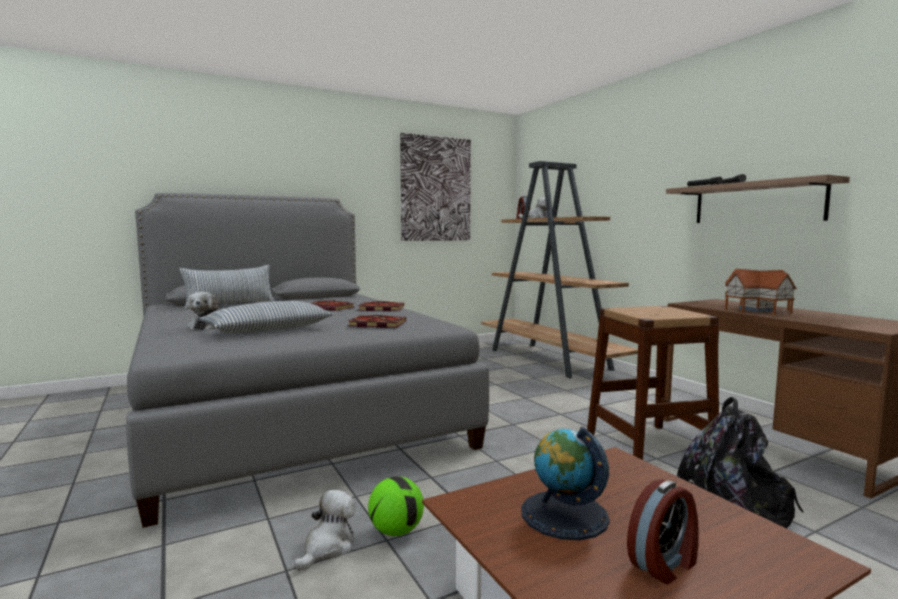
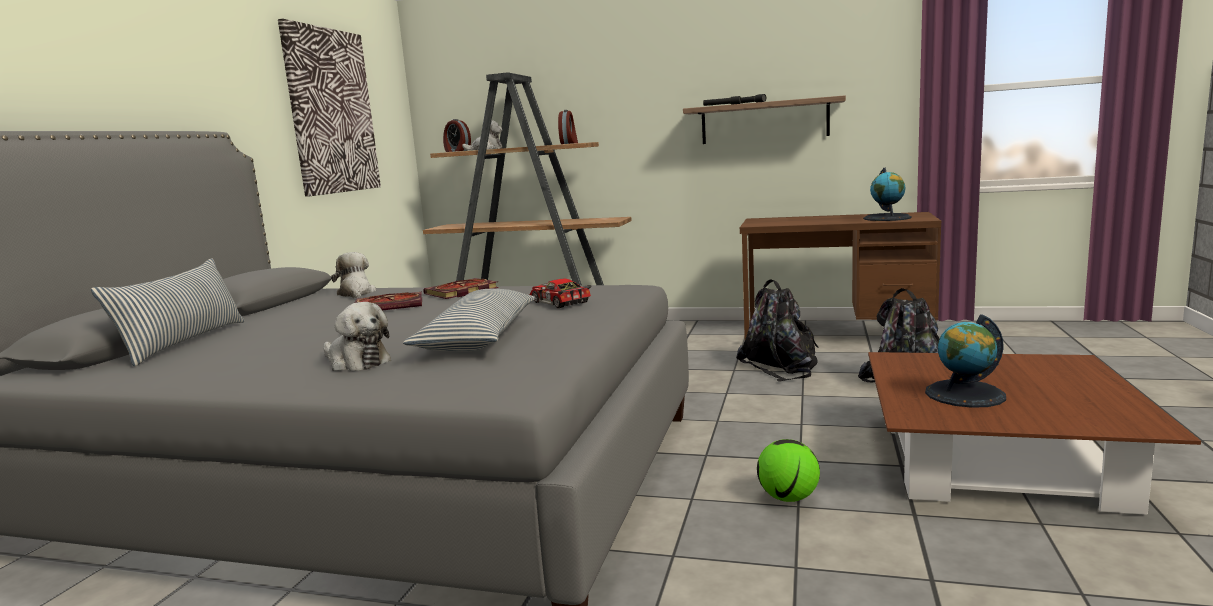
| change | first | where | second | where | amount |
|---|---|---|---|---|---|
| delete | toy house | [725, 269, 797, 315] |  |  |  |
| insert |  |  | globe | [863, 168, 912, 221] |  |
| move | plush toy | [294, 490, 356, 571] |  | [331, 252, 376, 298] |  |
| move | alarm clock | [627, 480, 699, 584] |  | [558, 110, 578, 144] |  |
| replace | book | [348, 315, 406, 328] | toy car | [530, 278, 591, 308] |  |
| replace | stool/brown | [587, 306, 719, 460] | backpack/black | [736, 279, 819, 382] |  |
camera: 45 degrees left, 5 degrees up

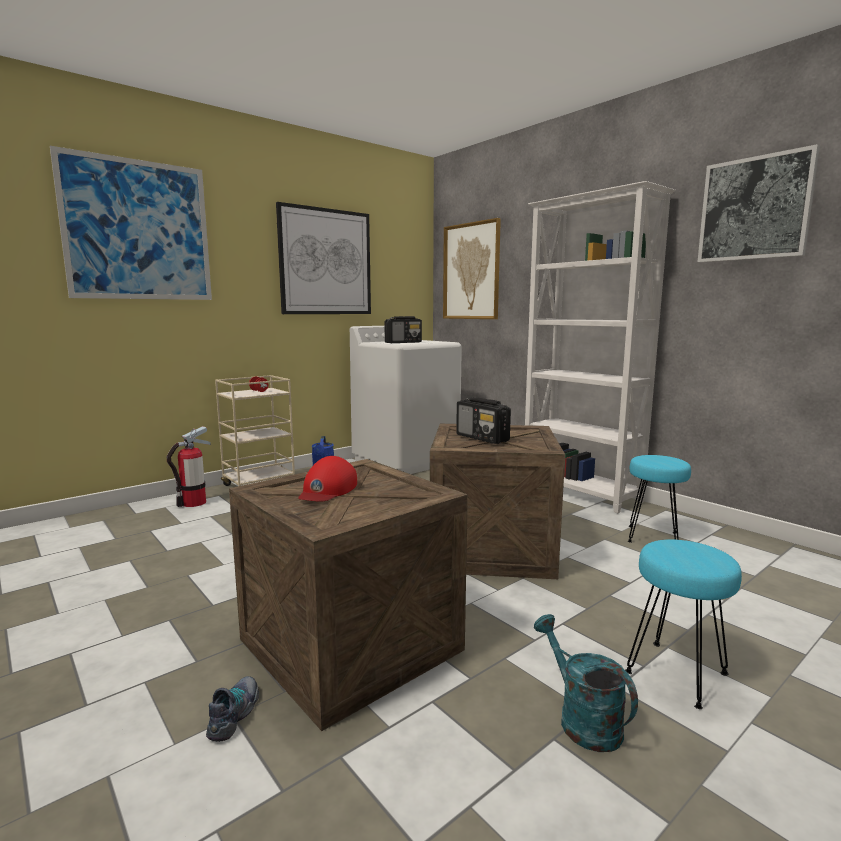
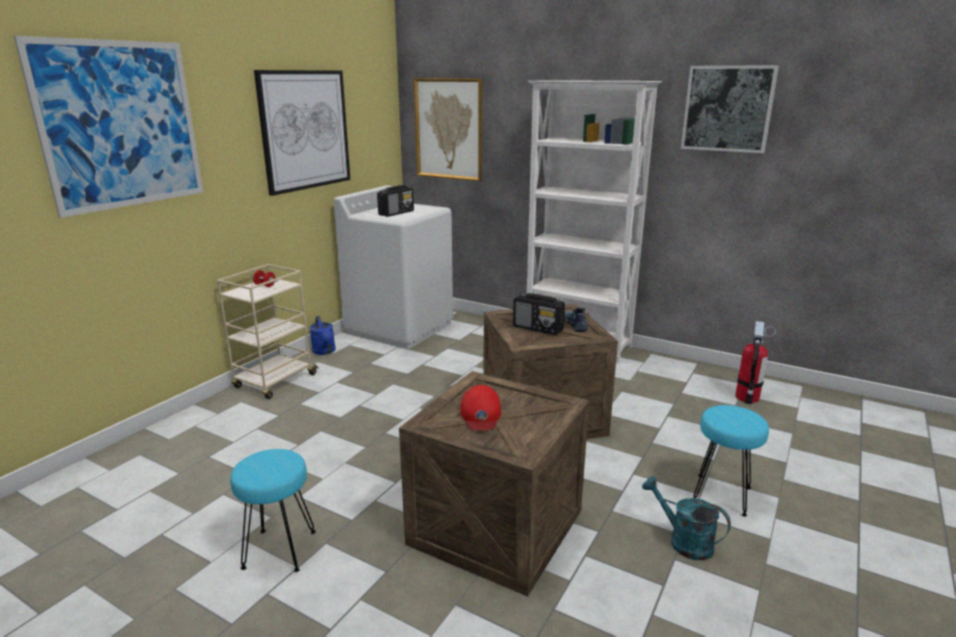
| change | first | where | second | where | amount |
|---|---|---|---|---|---|
| move | fire extinguisher | [167, 426, 211, 507] |  | [735, 321, 776, 405] |  |
| move | shoe | [206, 676, 259, 742] |  | [564, 308, 588, 332] |  |
| move | stool/turquoise | [628, 455, 691, 543] |  | [230, 449, 316, 572] |  |
camera: 20 degrees left, 10 degrees up

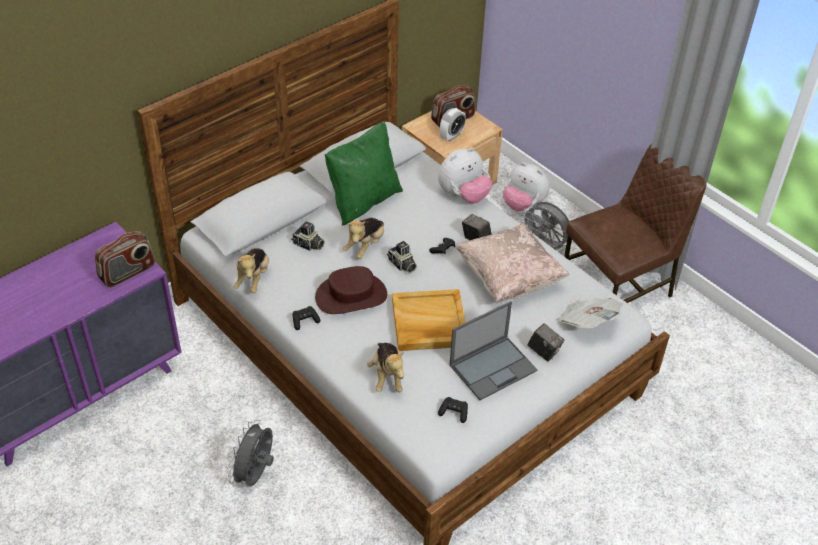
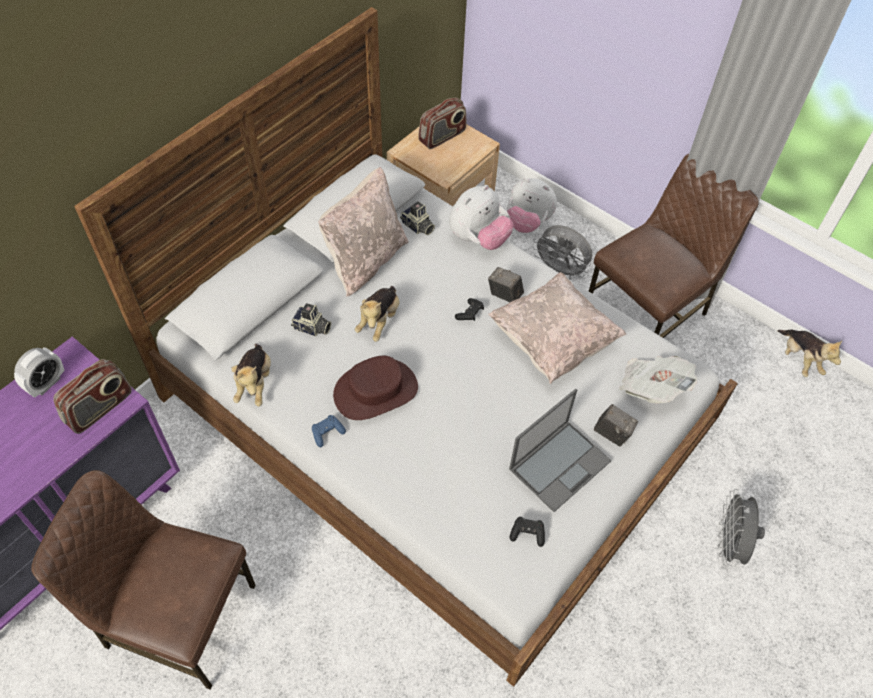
| change | first | where | second | where | amount |
|---|---|---|---|---|---|
| delete | tray/beige | [392, 289, 466, 351] |  |  |  |
| insert |  |  | chair/brown | [31, 470, 256, 690] |  |
| move | fan/grey | [228, 419, 274, 487] |  | [718, 489, 765, 567] |  |
| move | plush toy | [367, 343, 404, 392] |  | [777, 330, 842, 377] |  |
| move | photo camera | [387, 241, 417, 273] |  | [400, 201, 435, 235] |  |
| move | alarm clock | [440, 108, 466, 142] |  | [14, 347, 65, 398] |  |
| recolor | game controller/black | [292, 306, 320, 330] | game controller/blue | [312, 415, 346, 447] |  |
| recolor | pillow/green | [325, 122, 403, 225] | pillow/beige | [318, 167, 409, 297] |  |
camera: 10 degrees left, 10 degrees up

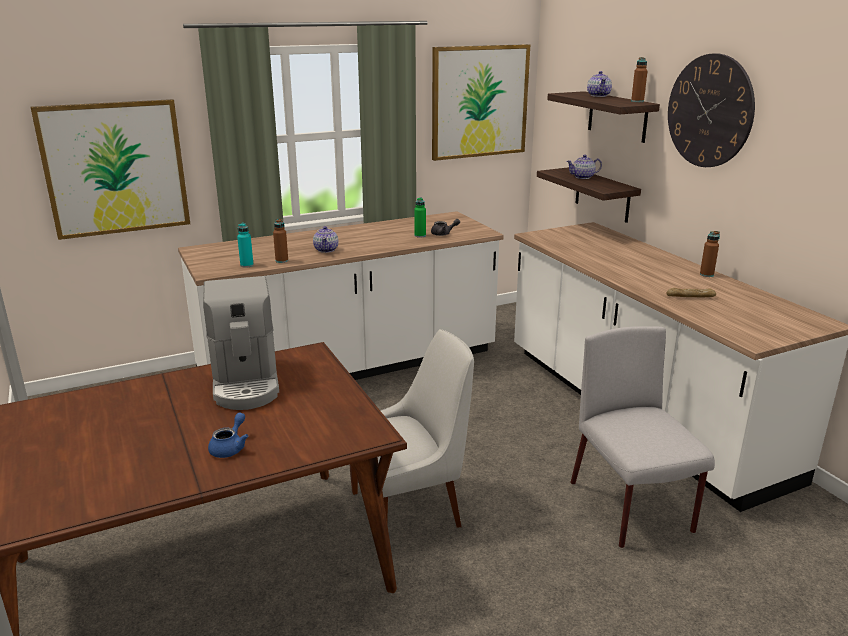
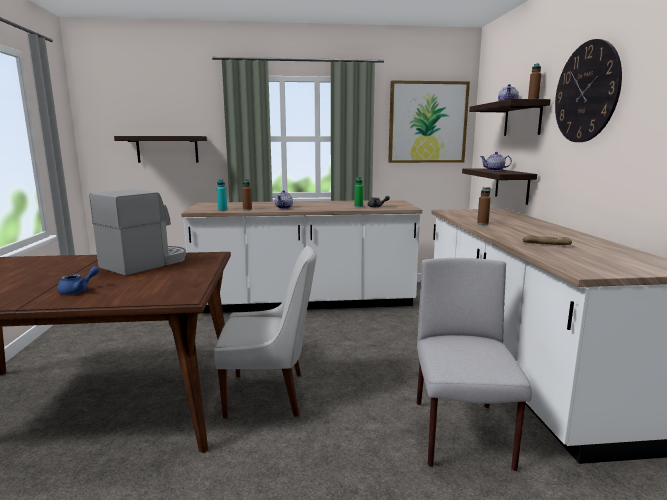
| change | first | where | second | where | amount |
|---|---|---|---|---|---|
| move | bottle/brown | [700, 231, 720, 277] |  | [477, 187, 491, 225] |  |
| replace | picture | [31, 99, 190, 240] | shelf | [114, 136, 207, 163] |  |
| rotate | coffee machine | [203, 276, 279, 410] |  | [89, 189, 186, 276] | 150 degrees counterclockwise |
camera: 20 degrees right, 10 degrees down

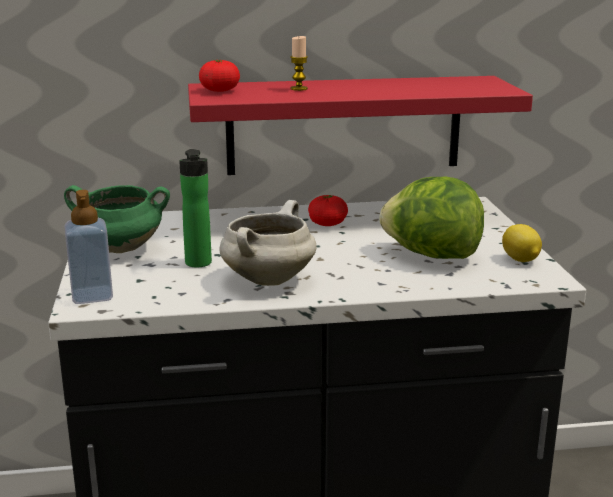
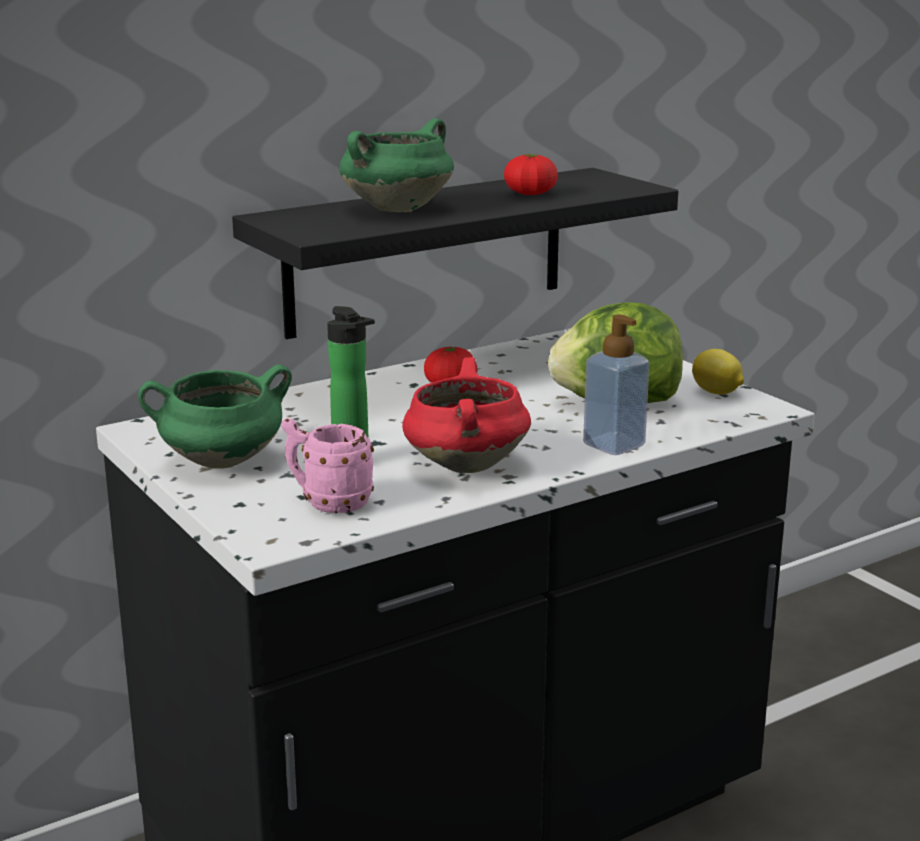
| change | first | where | second | where | amount |
|---|---|---|---|---|---|
| insert |  |  | mug/pink | [281, 418, 374, 513] |  |
| move | soap dispenser | [65, 190, 113, 304] |  | [583, 315, 650, 455] |  |
| move | tomato | [199, 59, 240, 92] |  | [504, 154, 558, 195] |  |
| replace | candle | [290, 36, 308, 91] | cooking pot/green | [340, 119, 454, 212] |  |
| recolor | shelf/red | [188, 76, 533, 175] | shelf/black | [232, 168, 678, 339] |  |
| recolor | cooking pot/white | [219, 200, 317, 286] | cooking pot/red | [402, 357, 531, 473] |  |
camera: 25 degrees left, 0 degrees up

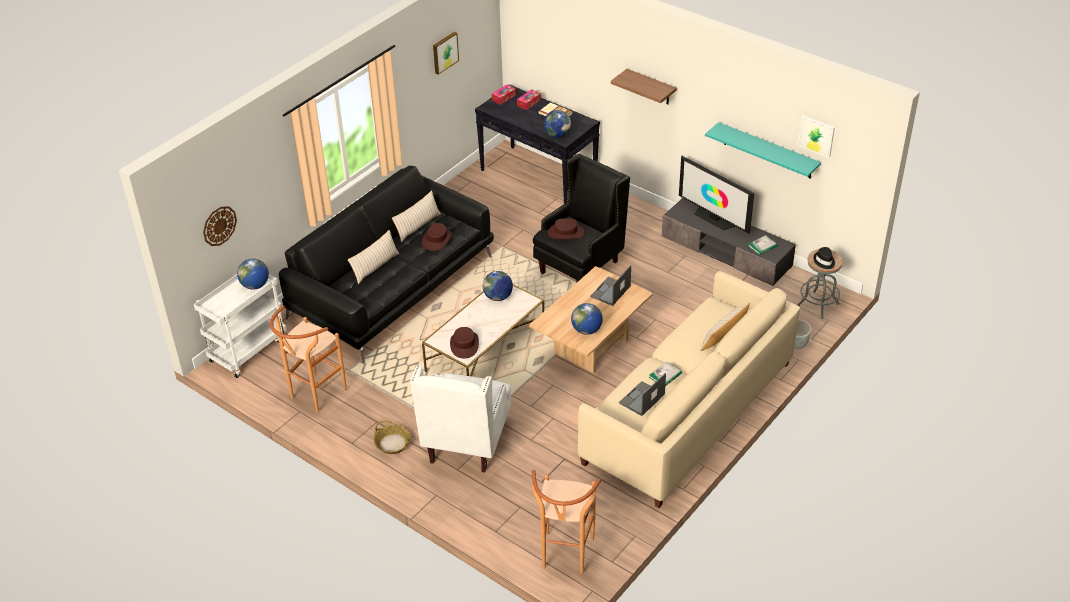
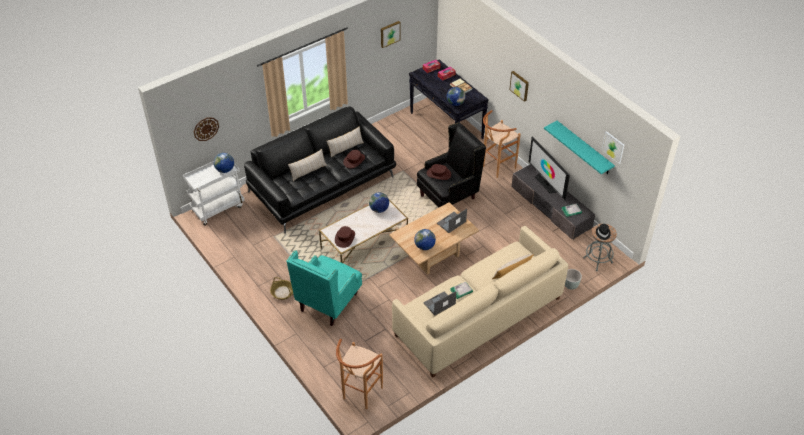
| change | first | where | second | where | amount |
|---|---|---|---|---|---|
| move | stool/brown | [270, 305, 347, 413] |  | [483, 110, 521, 178] |  |
| replace | shelf | [611, 69, 677, 104] | picture | [509, 71, 529, 102] |  |
| recolor | armchair/white | [410, 364, 511, 473] | armchair/turquoise | [286, 250, 362, 326] |  |
camera: 15 degrees right, 5 degrees up

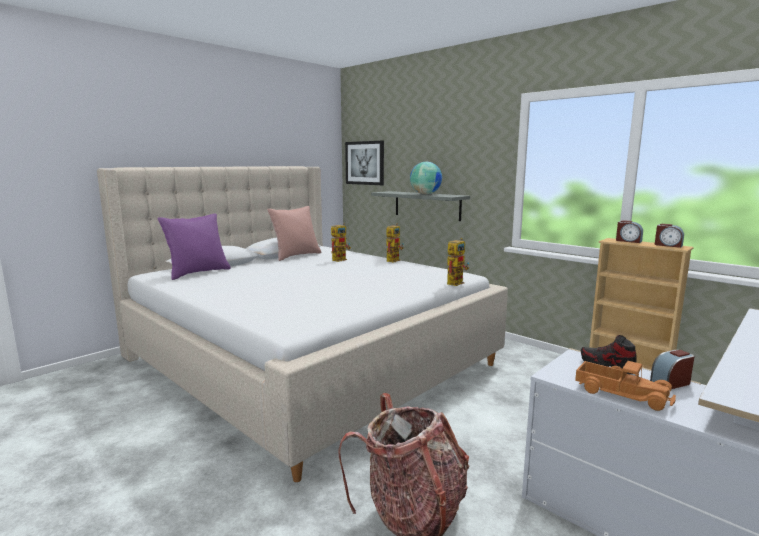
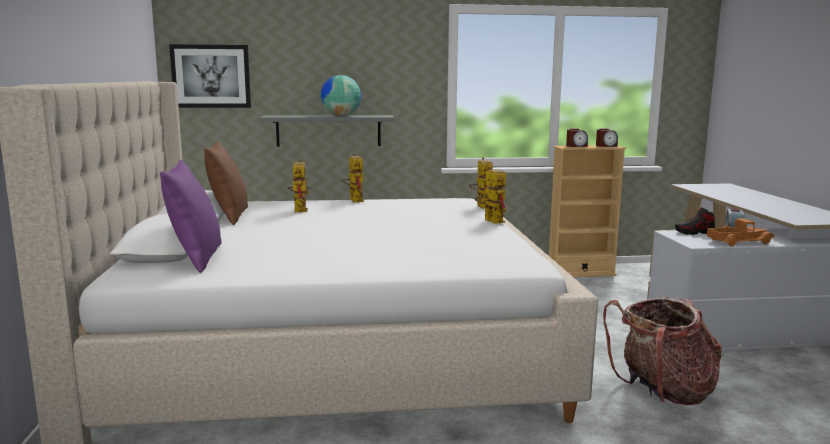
| change | first | where | second | where | amount |
|---|---|---|---|---|---|
| insert |  |  | toy robot | [475, 166, 507, 224] |  |
| recolor | pillow/pink | [267, 206, 321, 261] | pillow/brown | [204, 141, 248, 225] |  |
camera: 50 degrees left, 0 degrees up

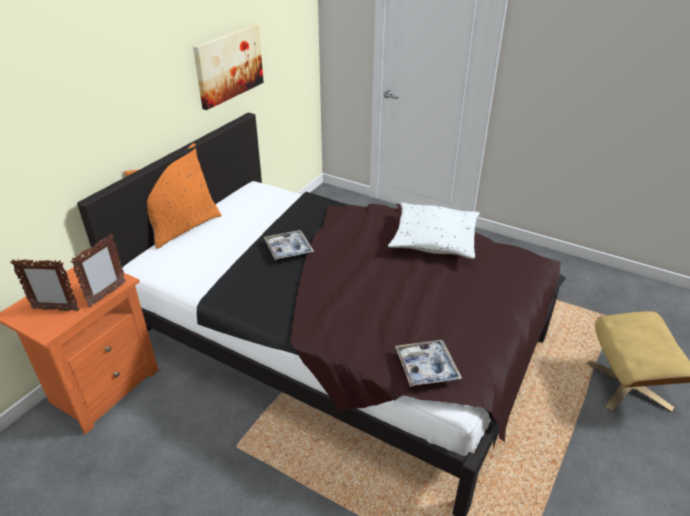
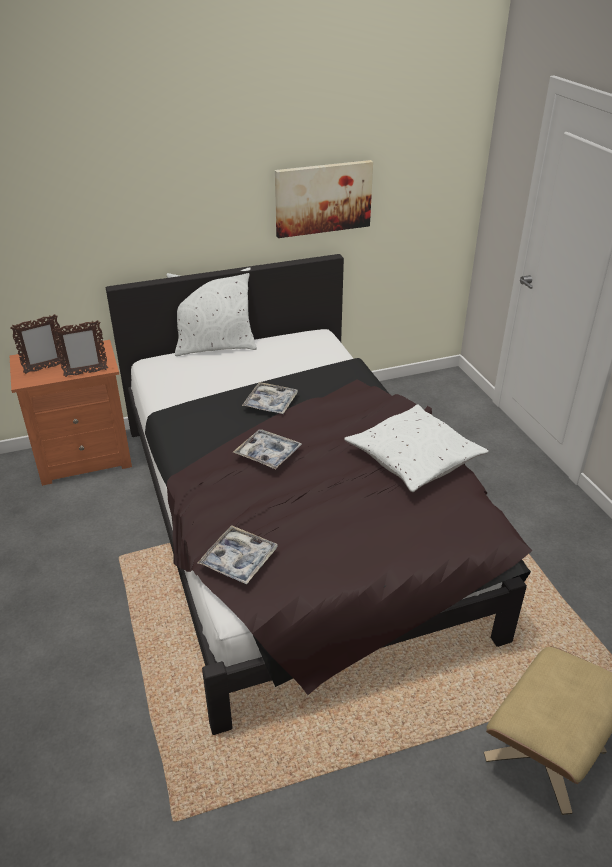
| change | first | where | second | where | amount |
|---|---|---|---|---|---|
| insert |  |  | tray | [233, 429, 302, 470] |  |
| recolor | pillow/orange | [124, 143, 222, 249] | pillow/white | [166, 267, 257, 356] |  |
| rotate | picture frame | [10, 259, 80, 311] |  | [10, 314, 66, 374] | 75 degrees counterclockwise |
camera: 40 degrees right, 0 degrees up

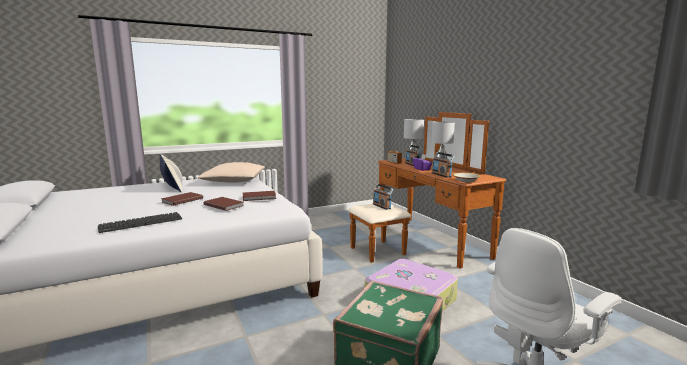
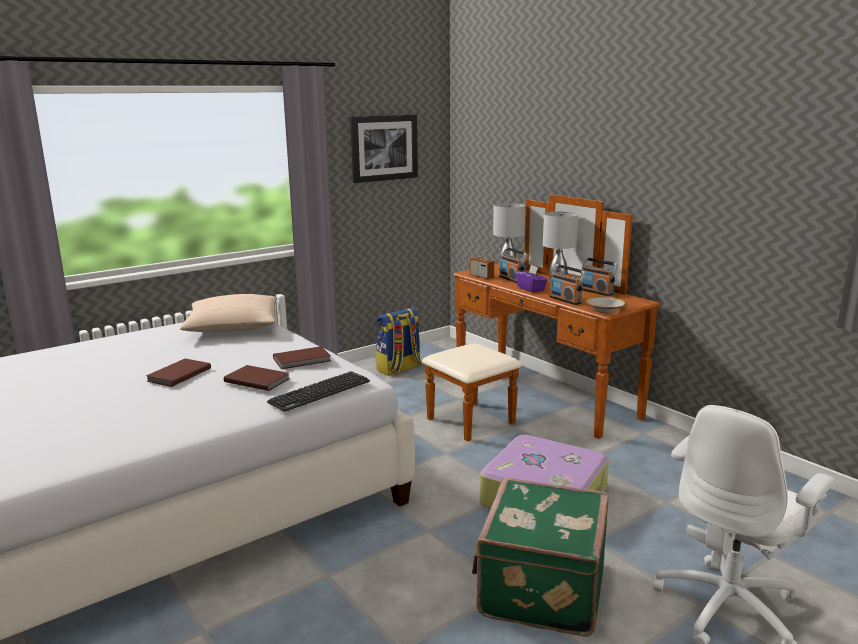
| change | first | where | second | where | amount |
|---|---|---|---|---|---|
| delete | pillow | [160, 154, 182, 193] |  |  |  |
| insert |  |  | picture | [350, 115, 418, 183] |  |
| insert |  |  | backpack | [376, 308, 421, 376] |  |
| move | keyboard | [98, 212, 182, 233] |  | [267, 371, 370, 412] |  |
| move | radio | [373, 184, 393, 210] |  | [581, 257, 618, 296] |  |
camera: 10 degrees left, 5 degrees up

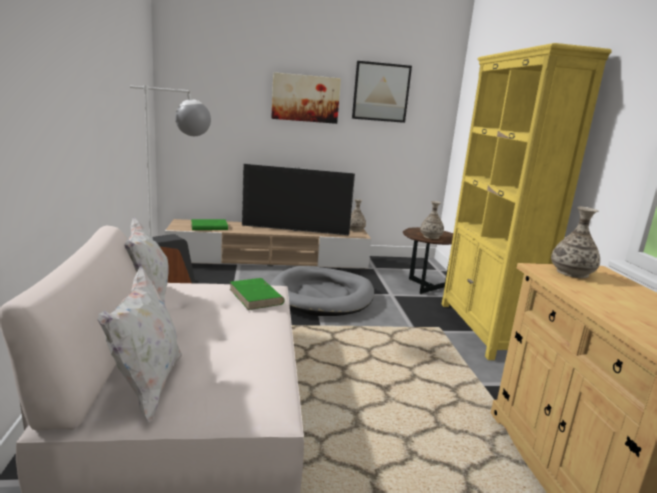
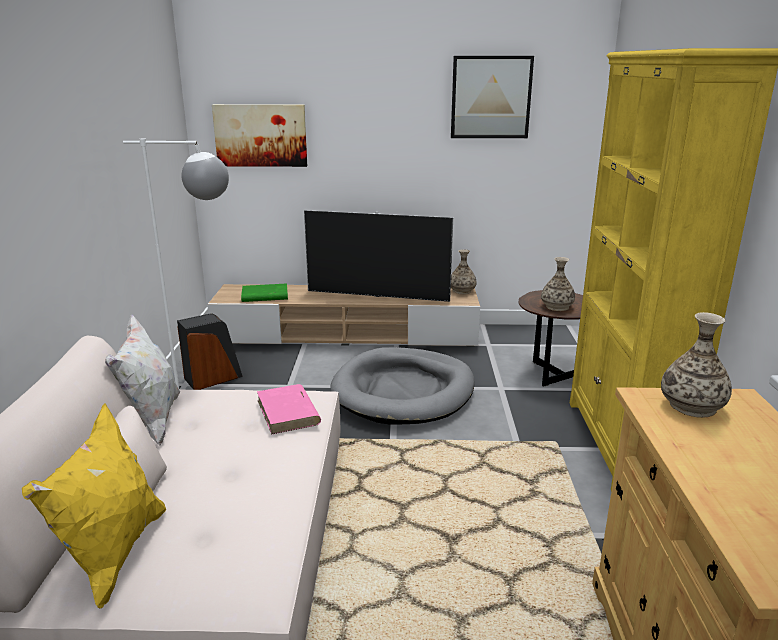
| change | first | where | second | where | amount |
|---|---|---|---|---|---|
| move | picture | [271, 72, 341, 124] |  | [212, 104, 307, 167] |  |
| recolor | pillow/white | [97, 267, 182, 422] | pillow/yellow | [22, 404, 166, 608] |  |
| recolor | book/green | [230, 278, 285, 310] | book/pink | [257, 384, 321, 435] |  |
camera: 10 degrees right, 5 degrees up

